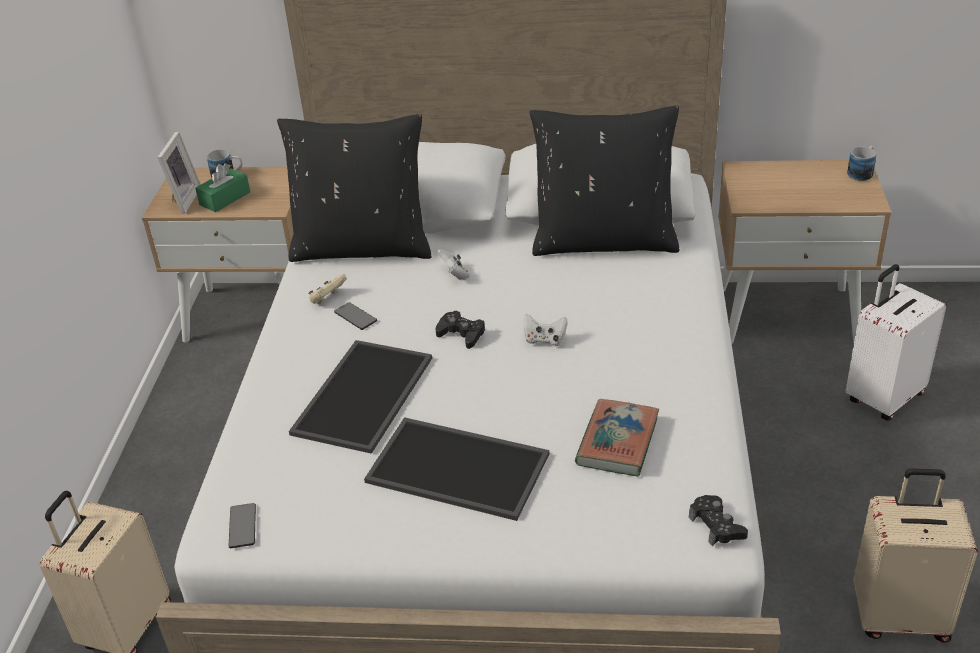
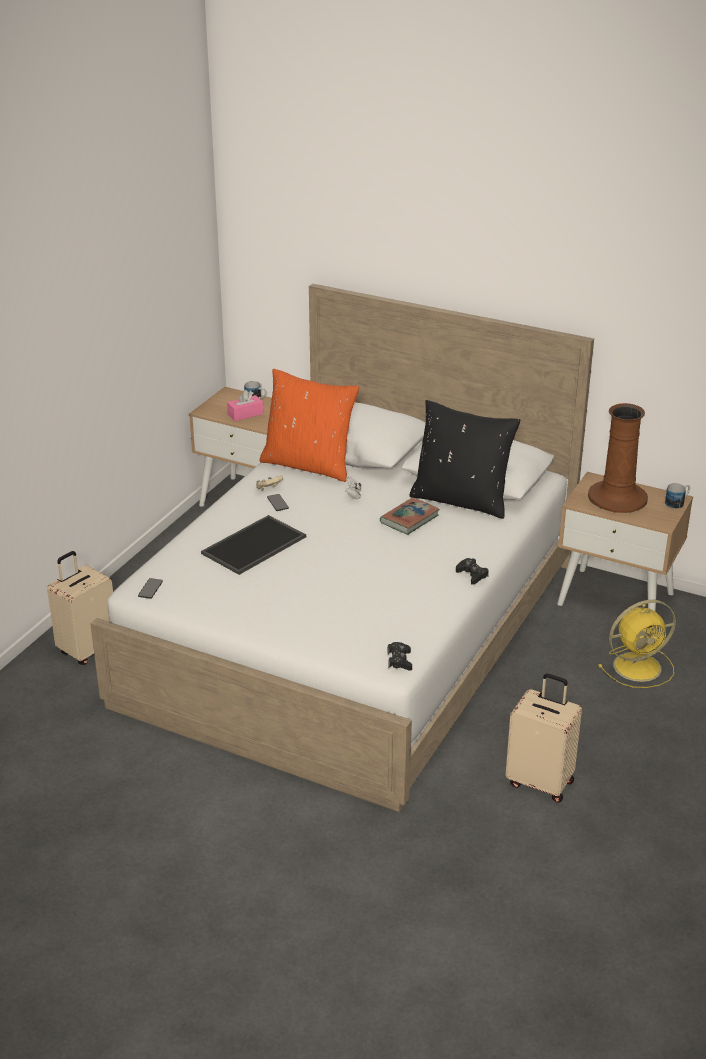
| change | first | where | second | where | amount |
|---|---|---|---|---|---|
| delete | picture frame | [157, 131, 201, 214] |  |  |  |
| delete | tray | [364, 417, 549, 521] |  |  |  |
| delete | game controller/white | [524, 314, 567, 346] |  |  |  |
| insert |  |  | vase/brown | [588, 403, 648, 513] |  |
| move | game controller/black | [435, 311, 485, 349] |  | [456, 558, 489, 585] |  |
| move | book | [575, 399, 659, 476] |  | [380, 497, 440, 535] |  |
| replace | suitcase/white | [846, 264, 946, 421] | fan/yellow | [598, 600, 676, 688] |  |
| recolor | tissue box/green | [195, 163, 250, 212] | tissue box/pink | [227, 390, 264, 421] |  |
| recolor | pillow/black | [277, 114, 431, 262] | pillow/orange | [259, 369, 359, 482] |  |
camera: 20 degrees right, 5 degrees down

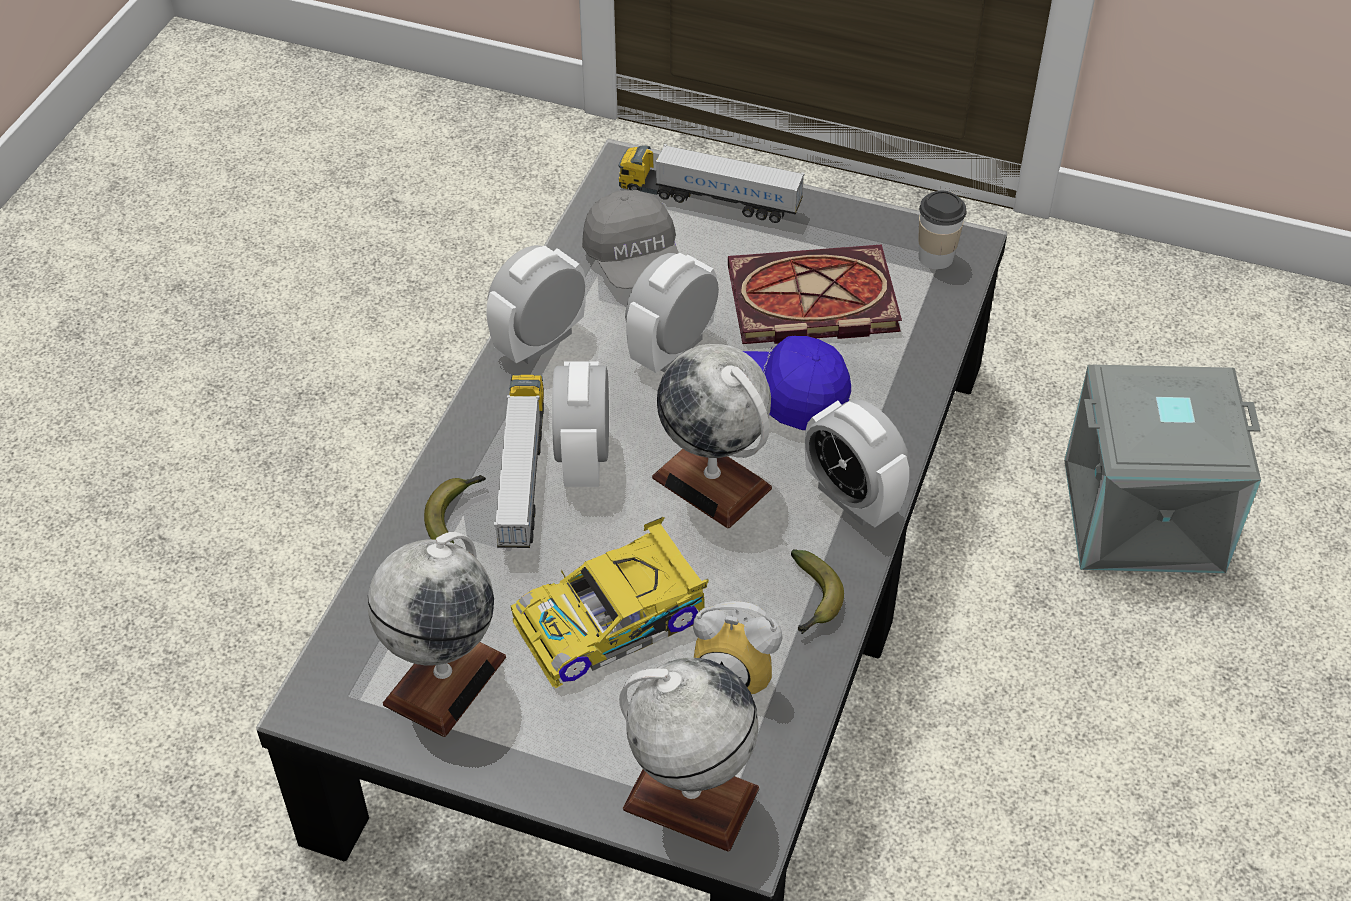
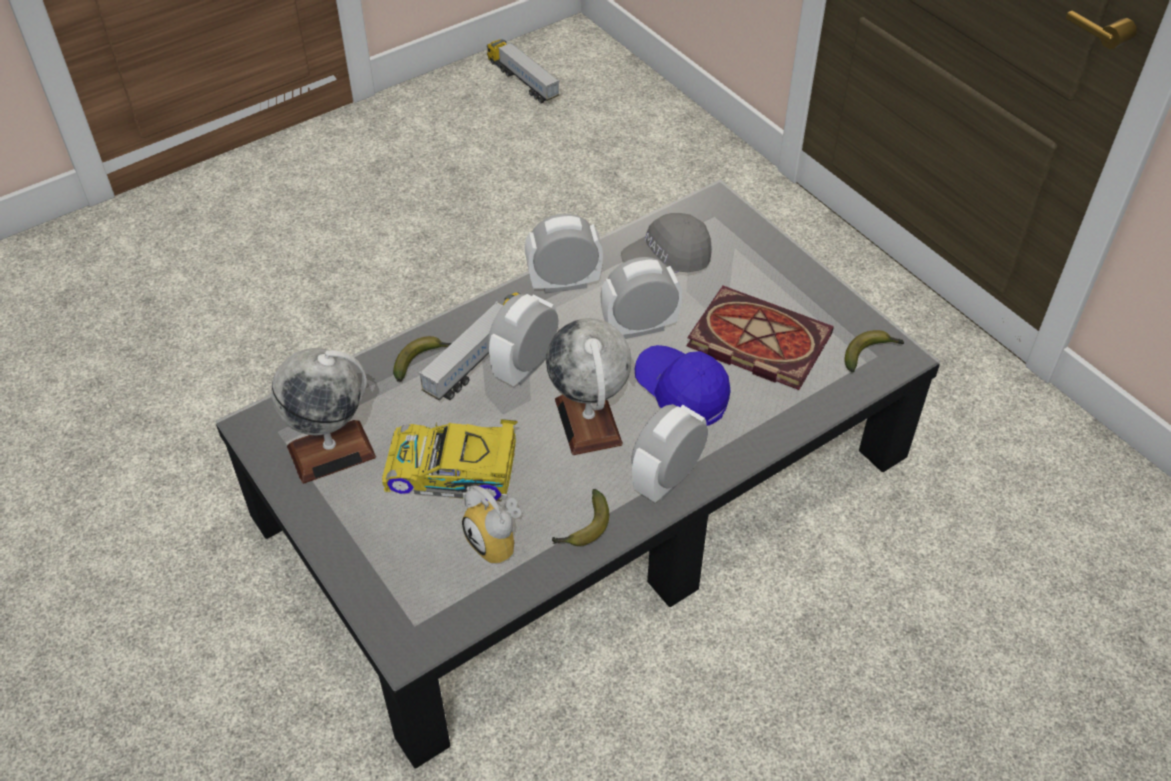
| change | first | where | second | where | amount |
|---|---|---|---|---|---|
| delete | globe | [619, 658, 759, 852] |  |  |  |
| delete | storage box/grey | [1064, 365, 1261, 573] |  |  |  |
| move | toy truck | [618, 144, 805, 223] |  | [487, 40, 560, 103] |  |
| replace | cup | [918, 191, 966, 270] | banana | [845, 330, 904, 372] |  |
| rotate | cap/grey | [582, 190, 678, 289] |  | [621, 213, 712, 273] | 45 degrees clockwise |
| rotate | alarm clock | [805, 400, 909, 527] |  | [631, 404, 708, 503] | 45 degrees clockwise |
camera: 35 degrees right, 0 degrees up

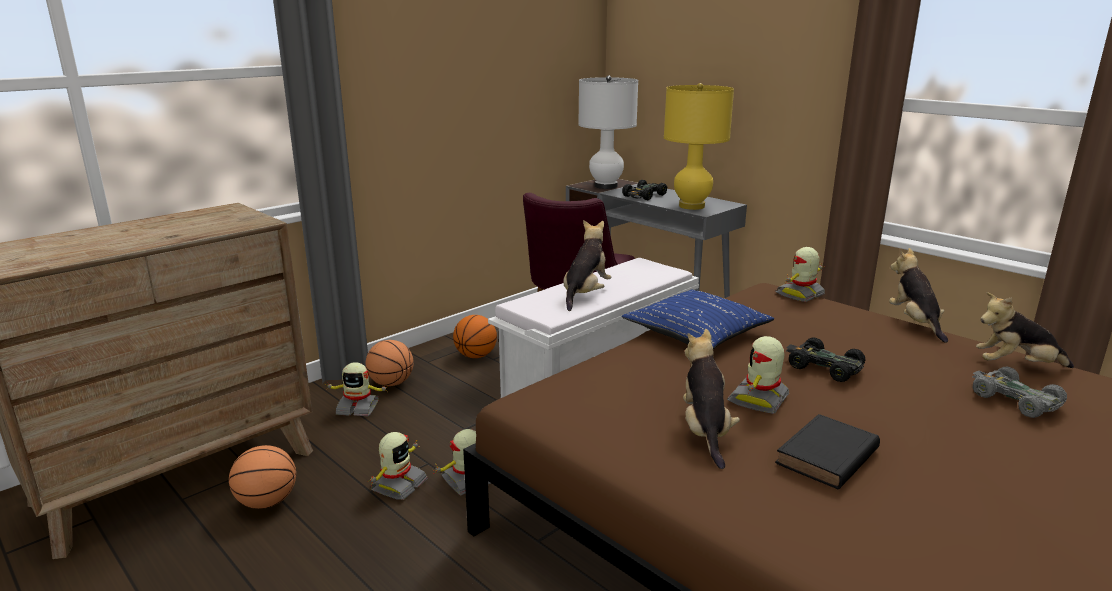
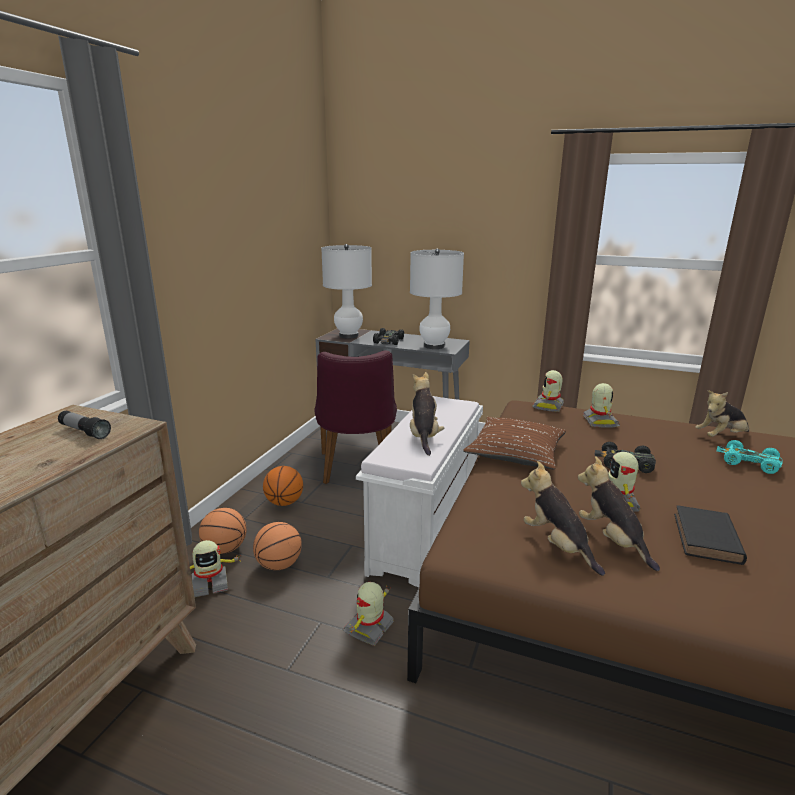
| change | first | where | second | where | amount |
|---|---|---|---|---|---|
| insert |  |  | flashlight | [58, 411, 111, 439] |  |
| move | basketball | [229, 445, 296, 509] |  | [253, 522, 302, 570] |  |
| move | toy robot | [369, 432, 428, 500] |  | [583, 383, 620, 427] |  |
| move | plush toy | [889, 248, 948, 343] |  | [521, 461, 605, 576] |  |
| recolor | pillow/blue | [622, 290, 774, 349] | pillow/brown | [463, 417, 566, 469] |  |
| recolor | table lamp/yellow | [664, 83, 734, 210] | table lamp/white | [410, 249, 464, 349] |  |
| recolor | toy car/grey | [972, 367, 1067, 418] | toy car/turquoise | [716, 440, 783, 474] |  |
camera: 25 degrees left, 0 degrees up

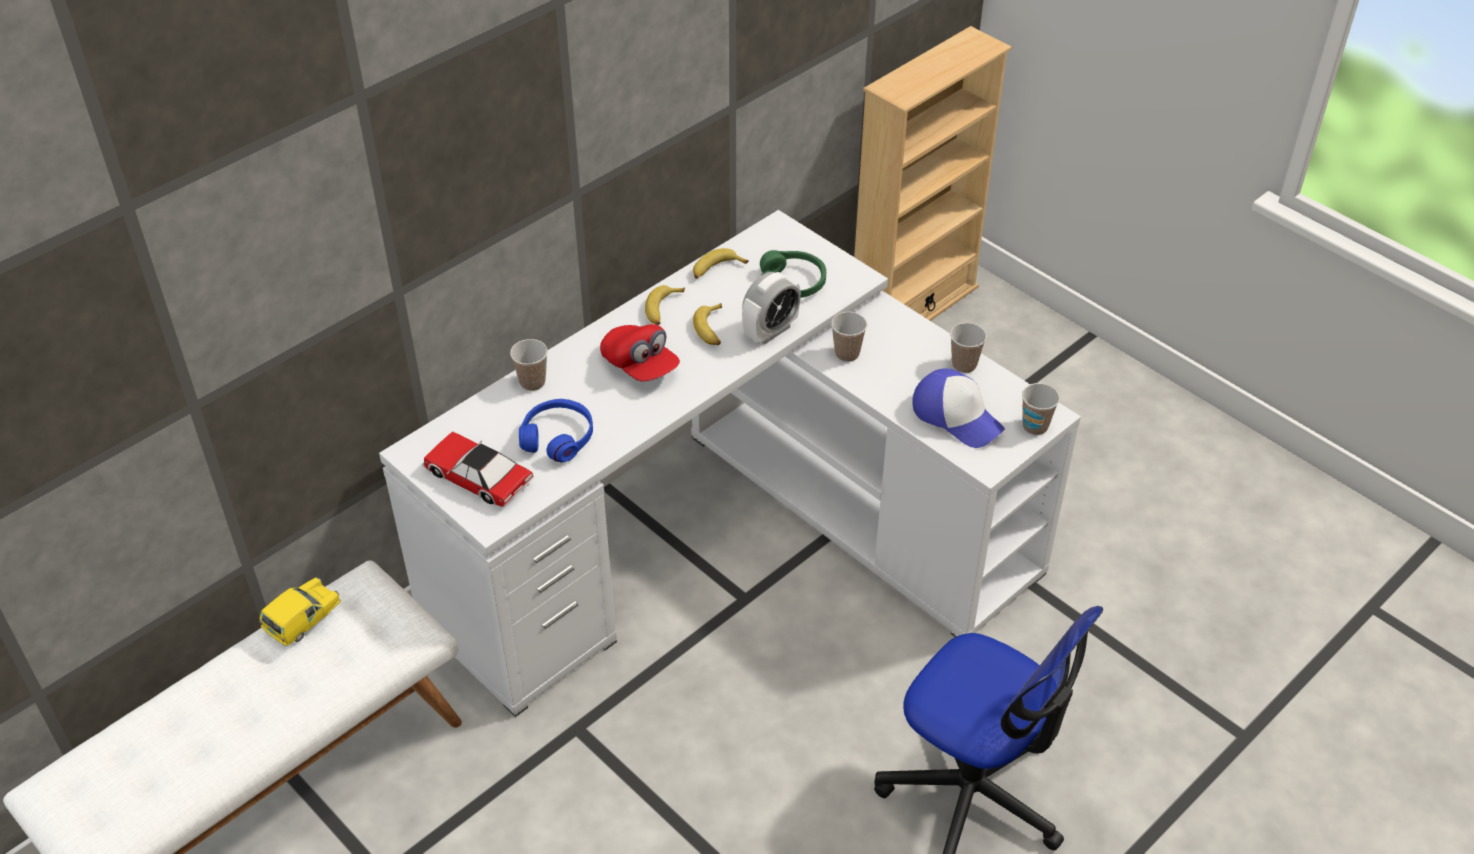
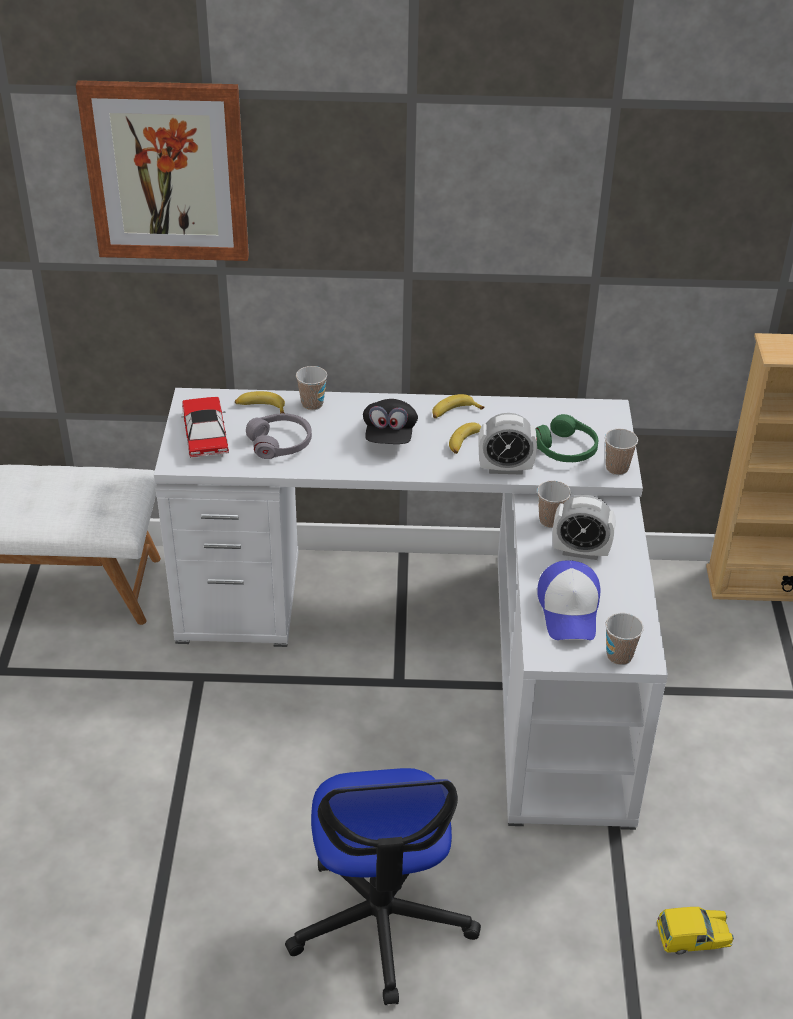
| change | first | where | second | where | amount |
|---|---|---|---|---|---|
| insert |  |  | picture | [76, 80, 249, 261] |  |
| insert |  |  | alarm clock | [553, 495, 616, 560] |  |
| move | toy car/yellow | [259, 578, 341, 646] |  | [657, 907, 734, 954] |  |
| move | banana | [693, 248, 749, 279] |  | [235, 391, 285, 413] |  |
| move | cup | [950, 323, 987, 373] |  | [605, 429, 638, 475] |  |
| recolor | headphones/blue | [519, 399, 593, 463] | headphones/grey | [246, 413, 312, 459] |  |
| recolor | cap/red | [600, 324, 680, 381] | cap/black | [363, 399, 418, 444] |  |
camera: 45 degrees right, 5 degrees down

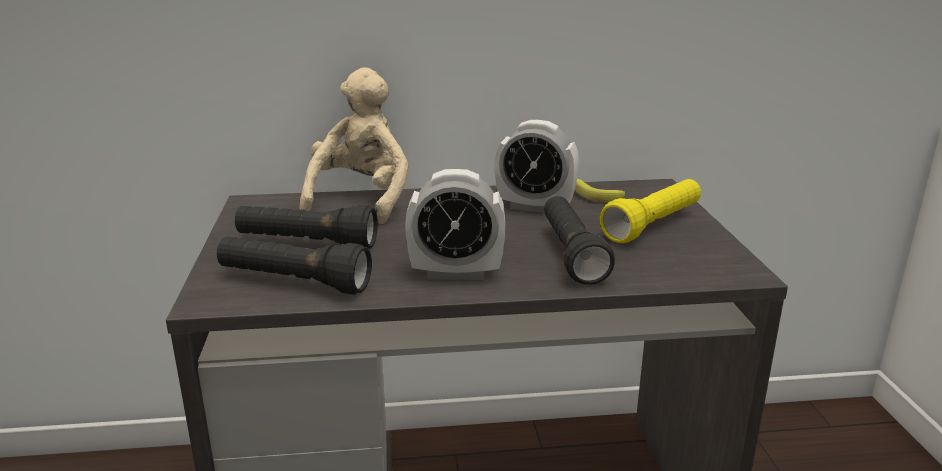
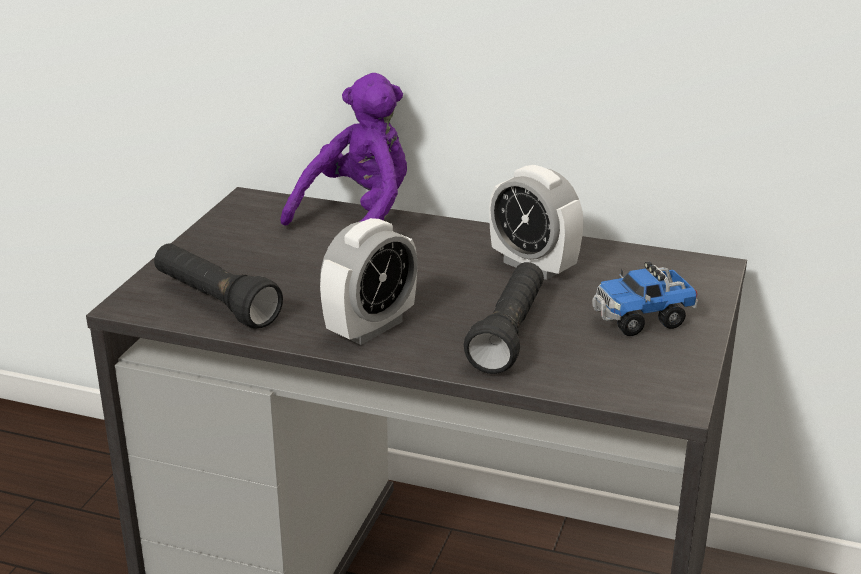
| change | first | where | second | where | amount |
|---|---|---|---|---|---|
| delete | flashlight/black | [235, 205, 378, 249] |  |  |  |
| delete | banana | [575, 179, 625, 202] |  |  |  |
| replace | flashlight/yellow | [600, 179, 701, 243] | toy truck | [592, 262, 698, 336] |  |
| recolor | plush toy/beige | [300, 68, 409, 224] | plush toy/purple | [281, 73, 407, 225] |  |
| rotate | alarm clock | [405, 169, 505, 280] |  | [320, 218, 418, 345] | 75 degrees counterclockwise |
camera: 25 degrees right, 5 degrees up

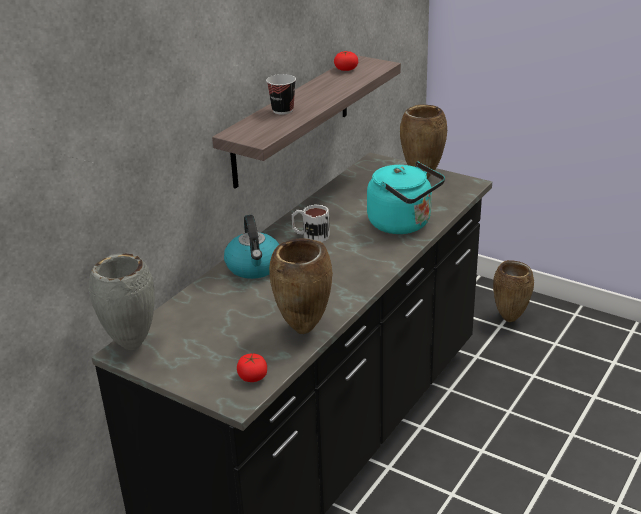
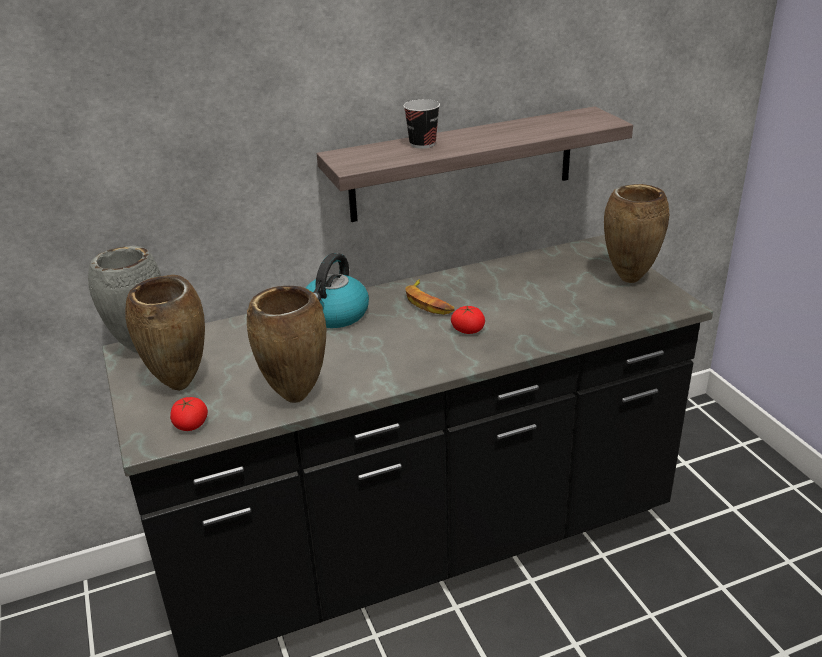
| change | first | where | second | where | amount |
|---|---|---|---|---|---|
| delete | kettle/turquoise | [367, 161, 445, 234] |  |  |  |
| move | tomato | [334, 51, 358, 71] |  | [451, 306, 485, 334] |  |
| move | vase/brown | [493, 260, 534, 322] |  | [125, 275, 205, 391] |  |
| replace | mug | [292, 204, 330, 242] | banana | [406, 279, 455, 315] |  |
camera: 35 degrees right, 0 degrees up

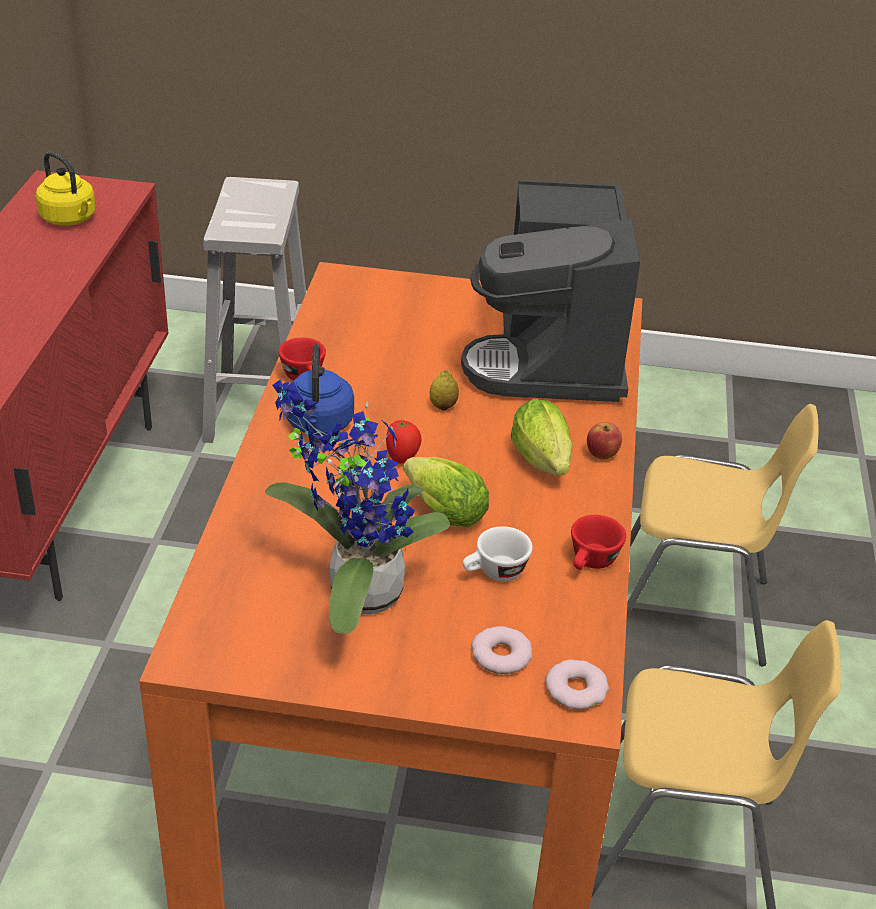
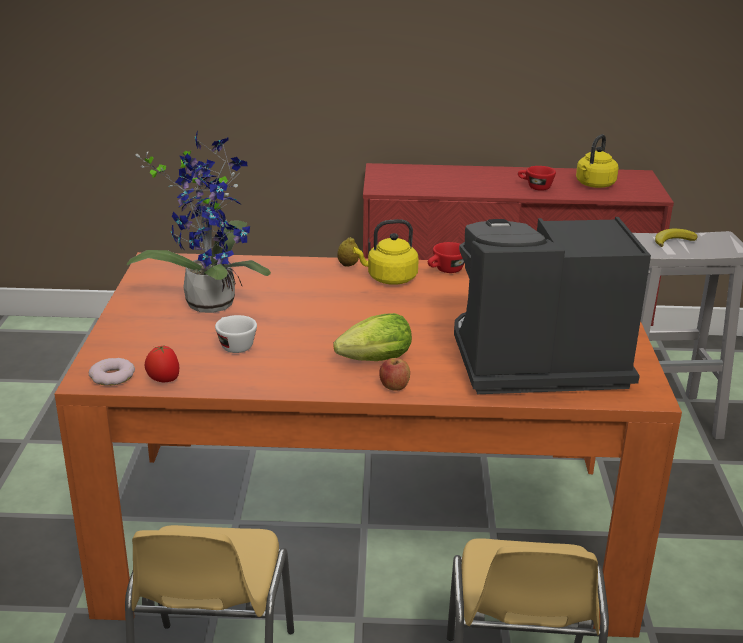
| change | first | where | second | where | amount |
|---|---|---|---|---|---|
| delete | lettuce | [403, 457, 489, 527] |  |  |  |
| delete | donut | [472, 626, 532, 674] |  |  |  |
| insert |  |  | banana | [655, 229, 698, 247] |  |
| move | tomato | [386, 419, 422, 464] |  | [144, 346, 179, 382] |  |
| move | lemon | [430, 370, 459, 411] |  | [337, 237, 359, 266] |  |
| move | cup/red | [571, 515, 626, 570] |  | [518, 166, 556, 191] |  |
| recolor | kettle/blue | [286, 344, 354, 436] | kettle/yellow | [353, 219, 419, 285] |  |
camera: 85 degrees right, 10 degrees down

